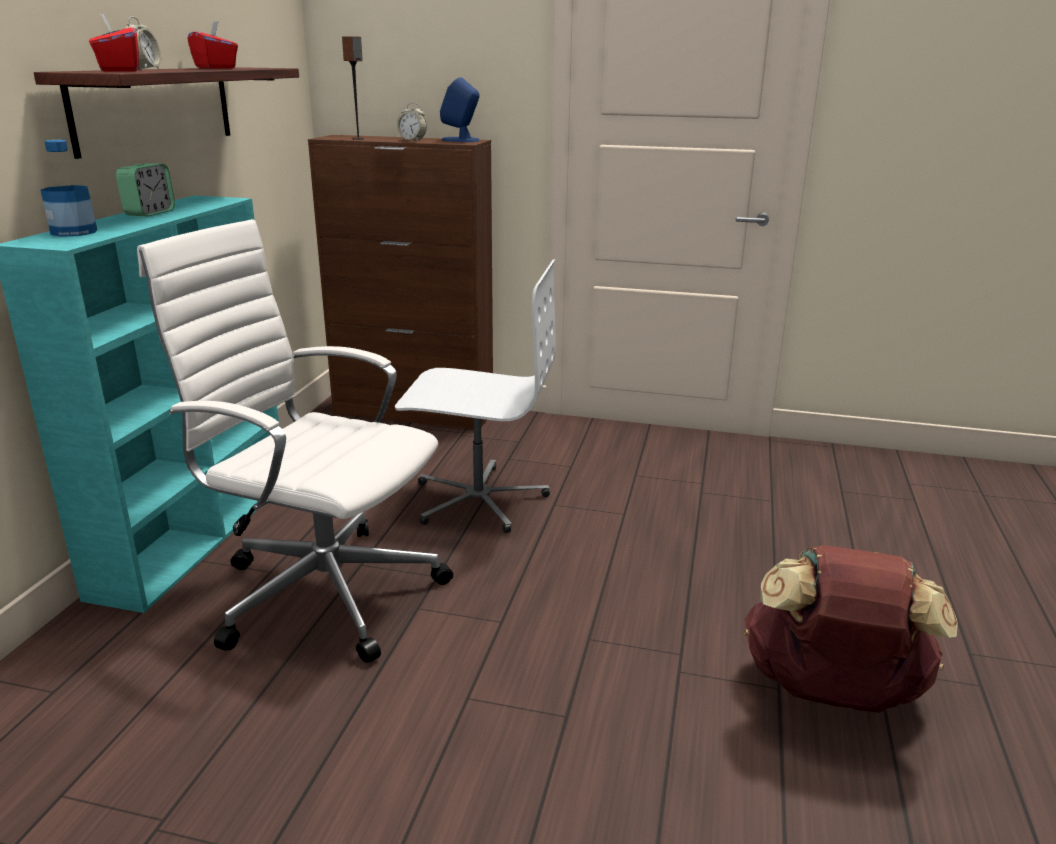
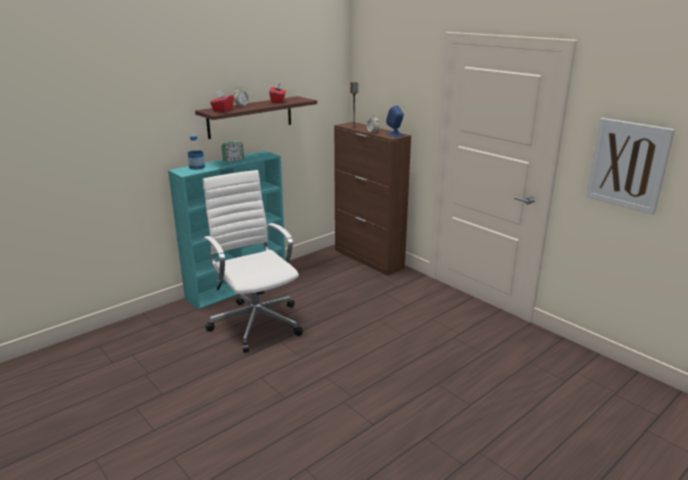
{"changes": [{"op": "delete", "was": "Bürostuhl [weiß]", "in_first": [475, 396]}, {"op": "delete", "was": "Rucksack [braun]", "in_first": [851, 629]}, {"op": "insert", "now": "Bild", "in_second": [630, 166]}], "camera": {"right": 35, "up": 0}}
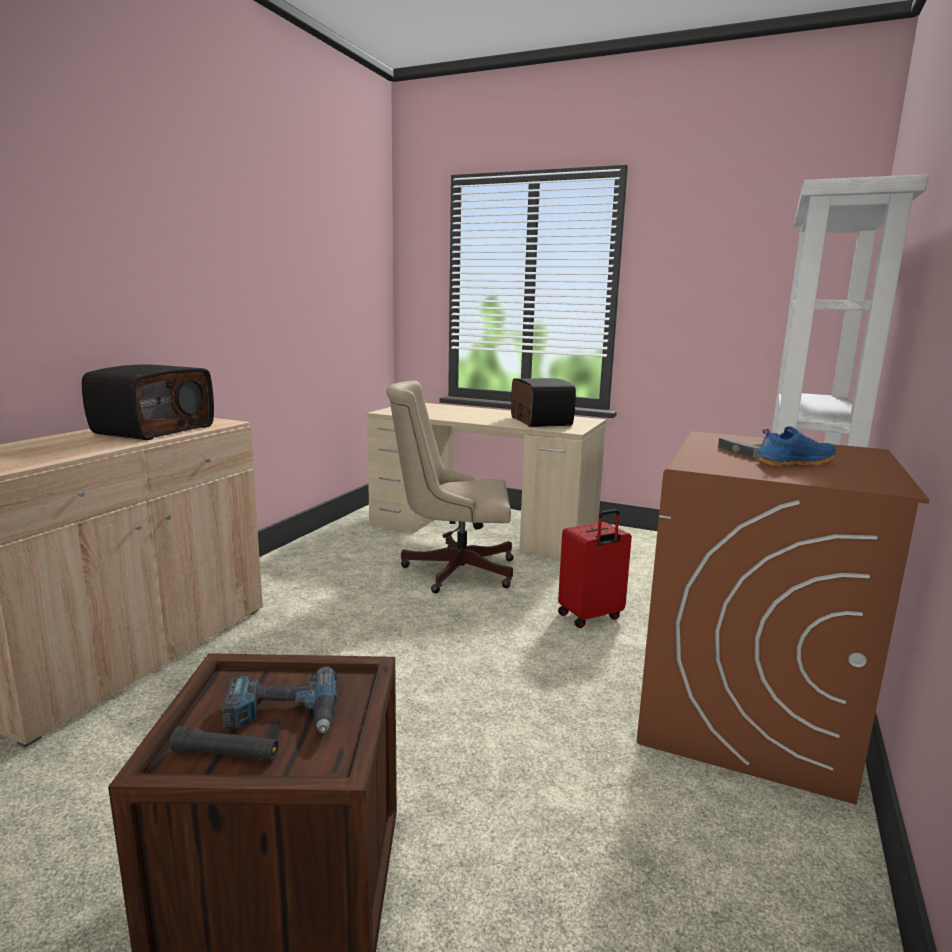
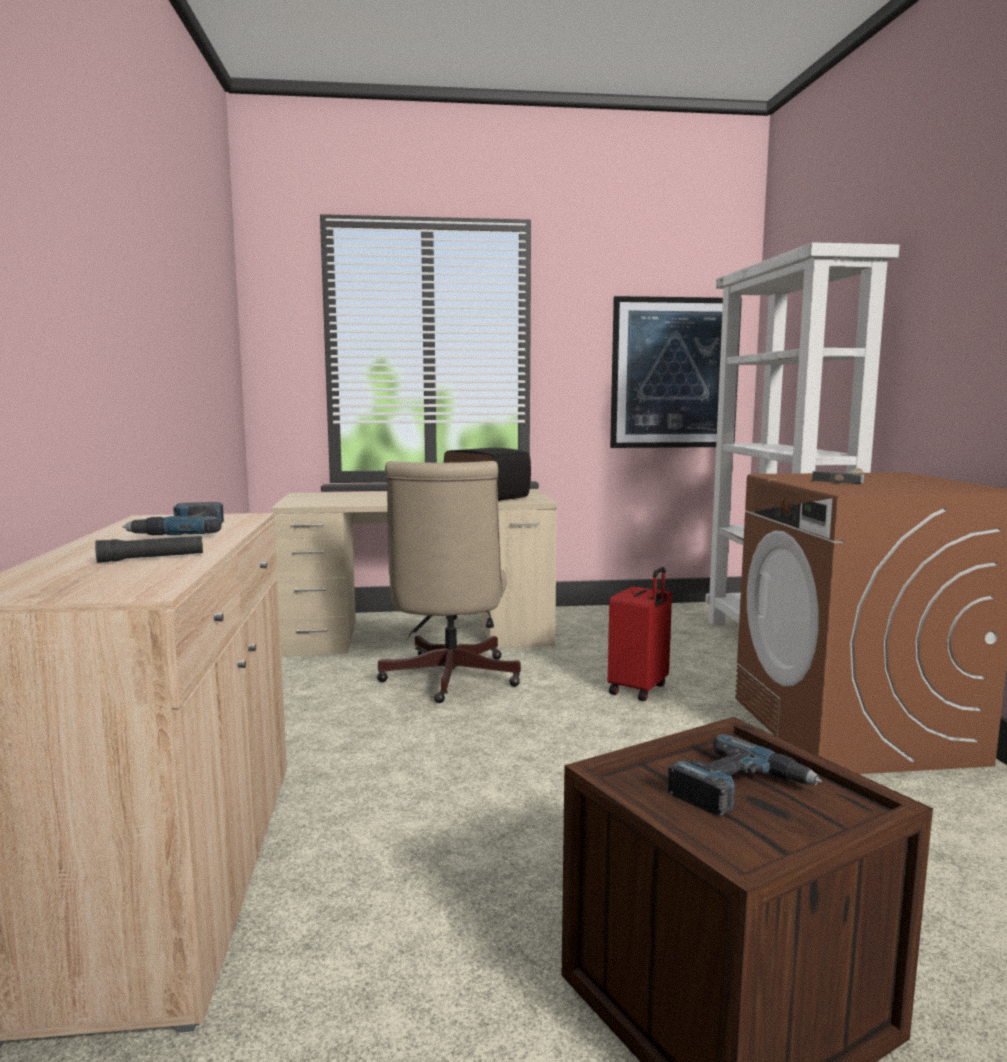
{"changes": [{"op": "replace", "was": "Radio", "now": "Bohrmaschine", "in_first": [148, 402], "in_second": [173, 518]}, {"op": "rotate", "was": "Bürostuhl [beige]", "in_first": [450, 486], "in_second": [449, 582], "clockwise": -60}, {"op": "delete", "was": "Schuh [blau]", "in_first": [796, 446]}, {"op": "move", "was": "Taschenlampe [schwarz]", "in_first": [224, 743], "in_second": [149, 549]}, {"op": "insert", "now": "Bild", "in_second": [676, 372]}], "camera": {"right": -30, "up": -5}}
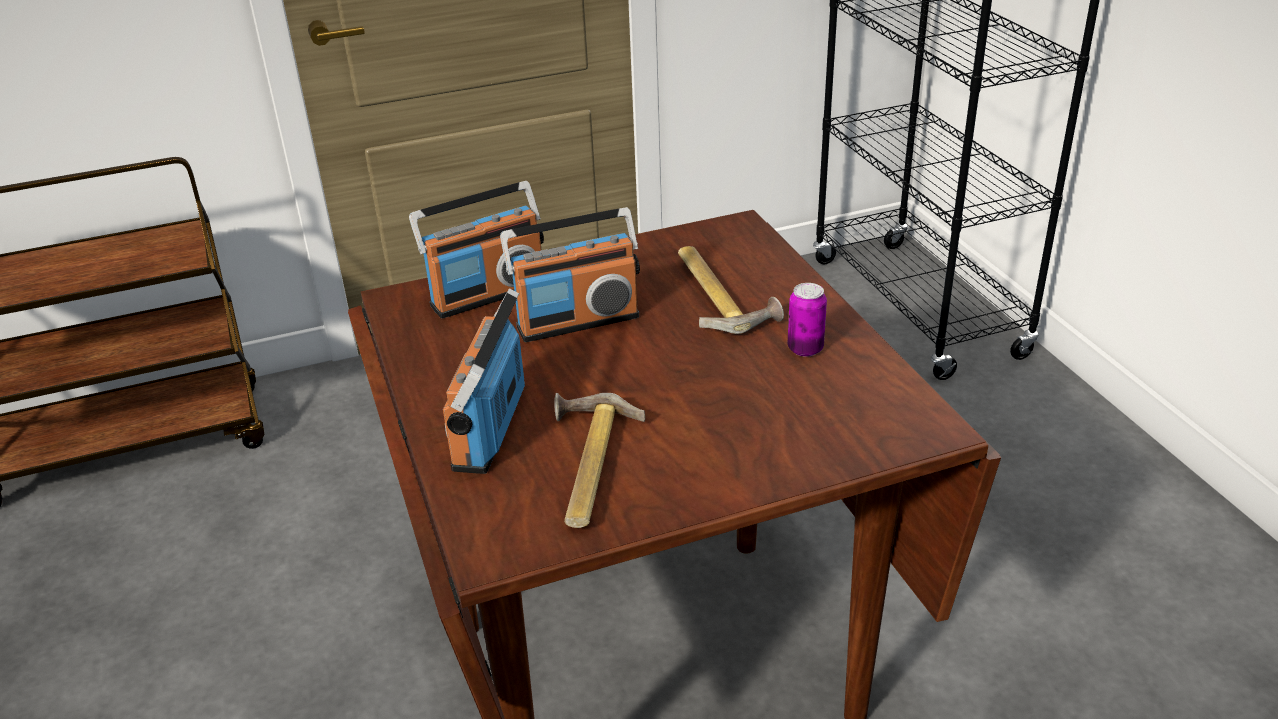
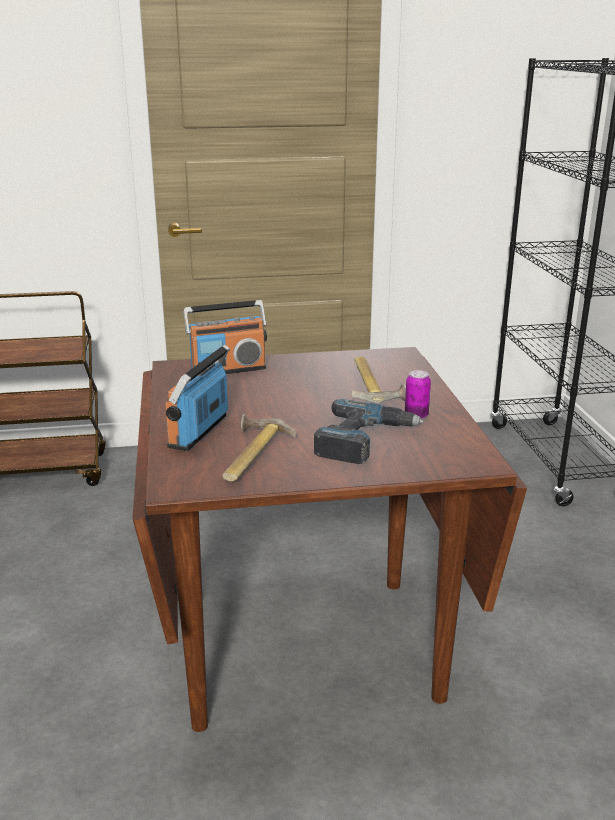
{"changes": [{"op": "delete", "was": "Radio", "in_first": [570, 274]}, {"op": "insert", "now": "Bohrmaschine", "in_second": [369, 431]}], "camera": {"right": 10, "up": -10}}
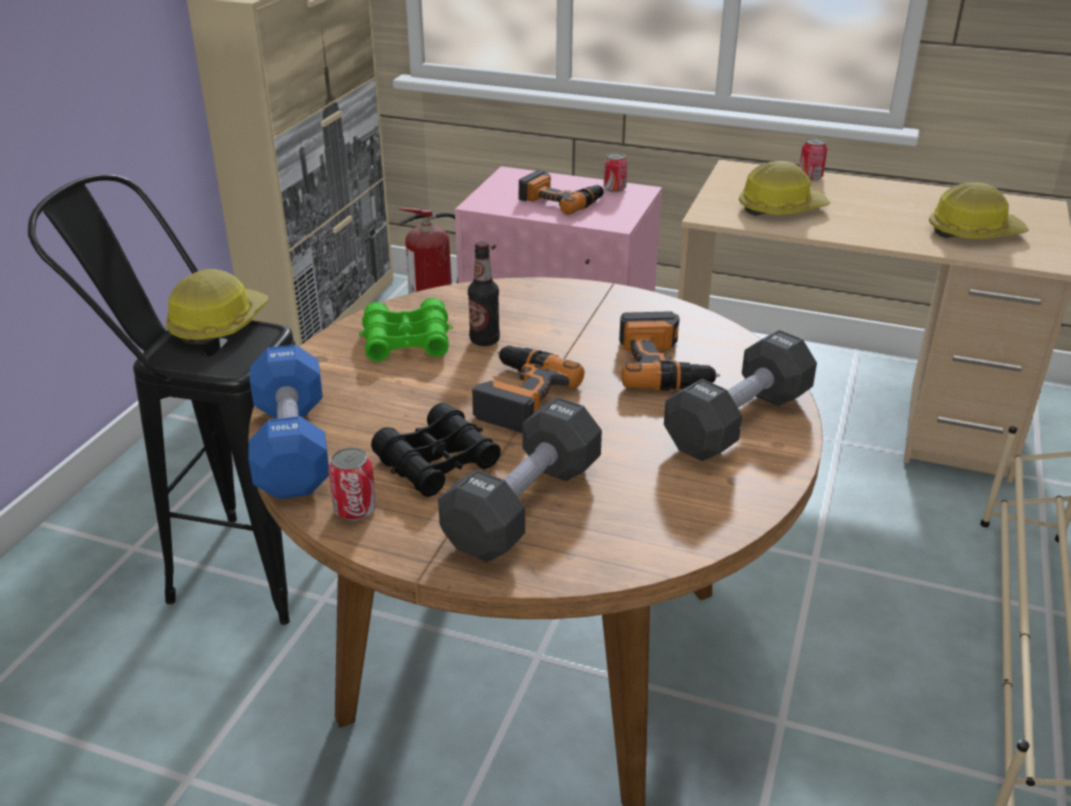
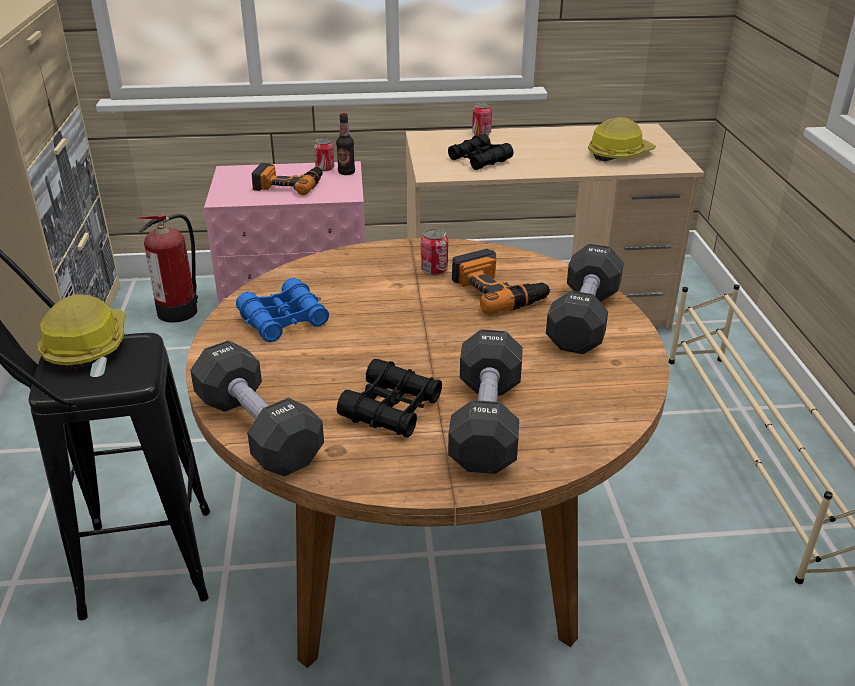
{"changes": [{"op": "replace", "was": "Schutzhelm", "now": "Fernglas [schwarz]", "in_first": [784, 188], "in_second": [480, 152]}, {"op": "move", "was": "Flasche", "in_first": [484, 293], "in_second": [345, 144]}, {"op": "recolor", "was": "Fernglas [grün]", "now": "Fernglas [blau]", "in_first": [406, 330], "in_second": [282, 310]}, {"op": "recolor", "was": "Hantel [blau]", "now": "Hantel [schwarz]", "in_first": [288, 422], "in_second": [257, 408]}, {"op": "delete", "was": "Bohrmaschine", "in_first": [528, 389]}, {"op": "move", "was": "Dose", "in_first": [352, 484], "in_second": [434, 252]}], "camera": {"right": -25, "up": 0}}
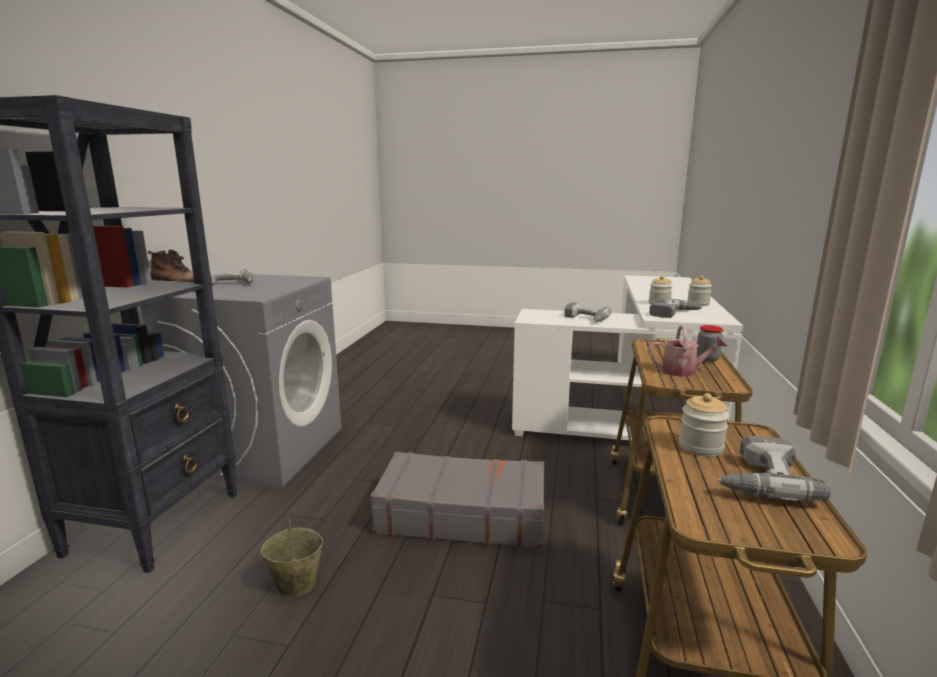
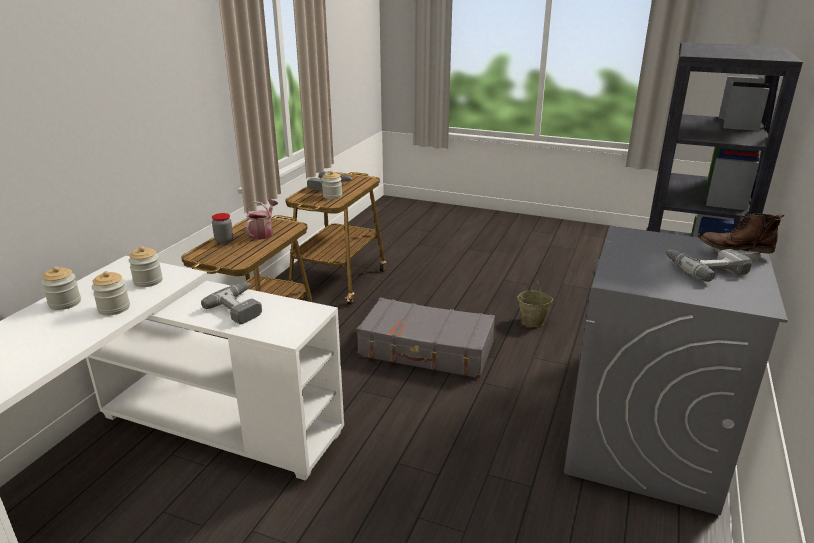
{"changes": [{"op": "replace", "was": "Bohrmaschine", "now": "Vorratsglas", "in_first": [675, 308], "in_second": [145, 266]}, {"op": "rotate", "was": "Gießkanne", "in_first": [688, 351], "in_second": [262, 220], "clockwise": 90}], "camera": {"right": -170, "up": 10}}
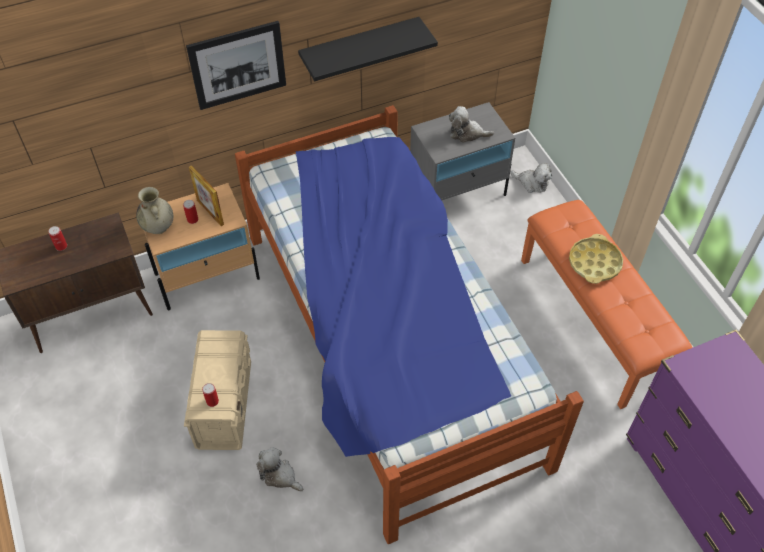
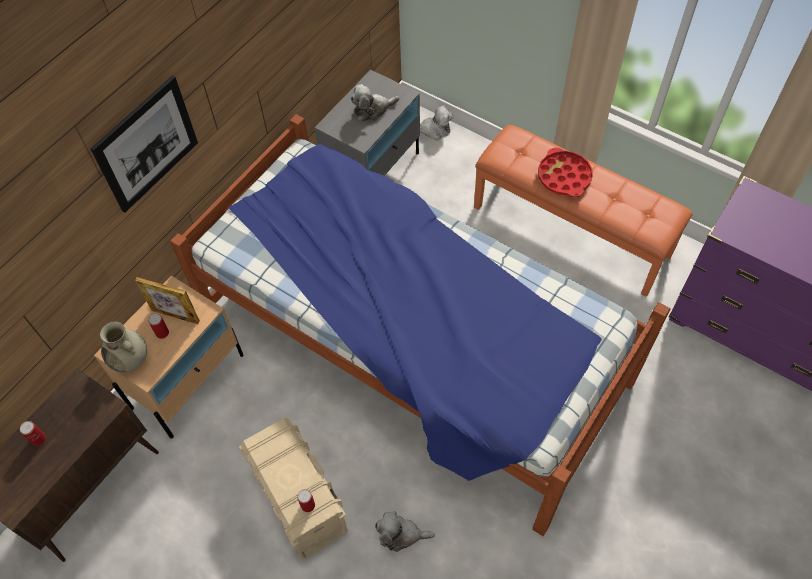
{"changes": [{"op": "delete", "was": "Wandregal [schwarz]", "in_first": [368, 49]}, {"op": "recolor", "was": "Tablett [gelb]", "now": "Tablett [rot]", "in_first": [596, 259], "in_second": [565, 172]}], "camera": {"right": -30, "up": 5}}
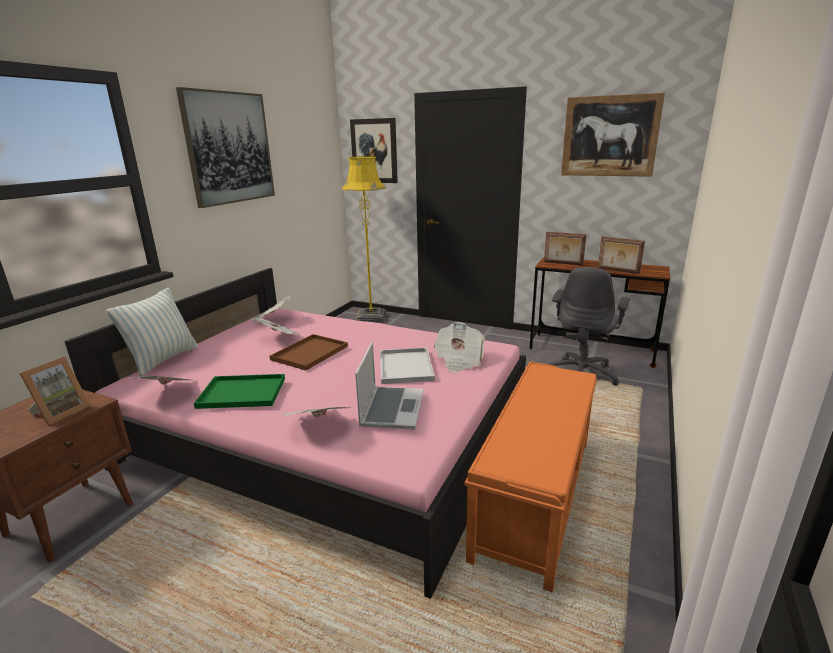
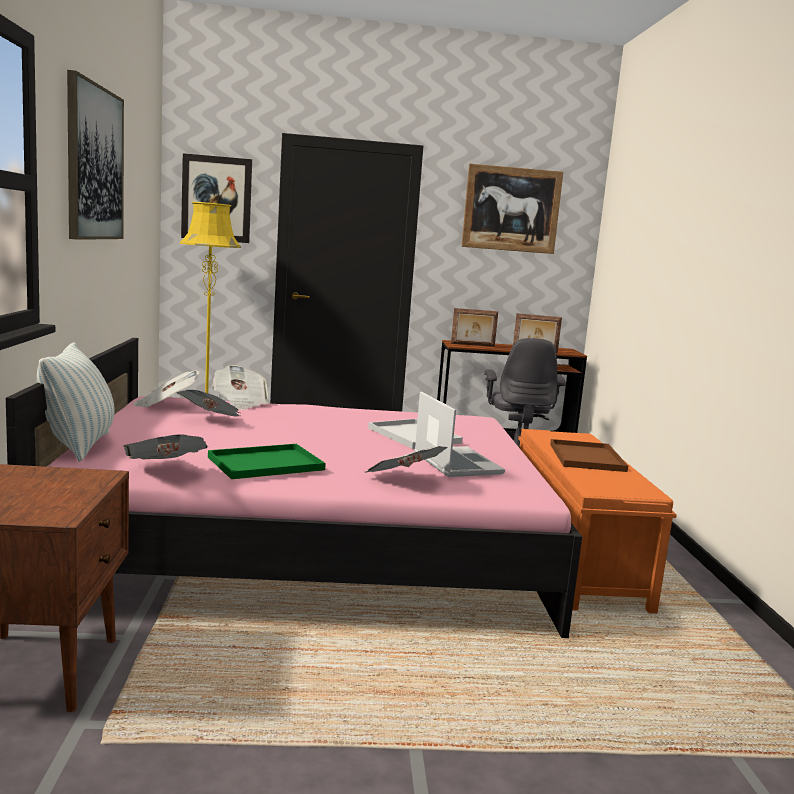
{"changes": [{"op": "move", "was": "Zeitung", "in_first": [459, 347], "in_second": [240, 387]}, {"op": "move", "was": "Tablett [braun]", "in_first": [309, 352], "in_second": [589, 455]}, {"op": "delete", "was": "Bilderrahmen", "in_first": [54, 390]}], "camera": {"right": -30, "up": -10}}
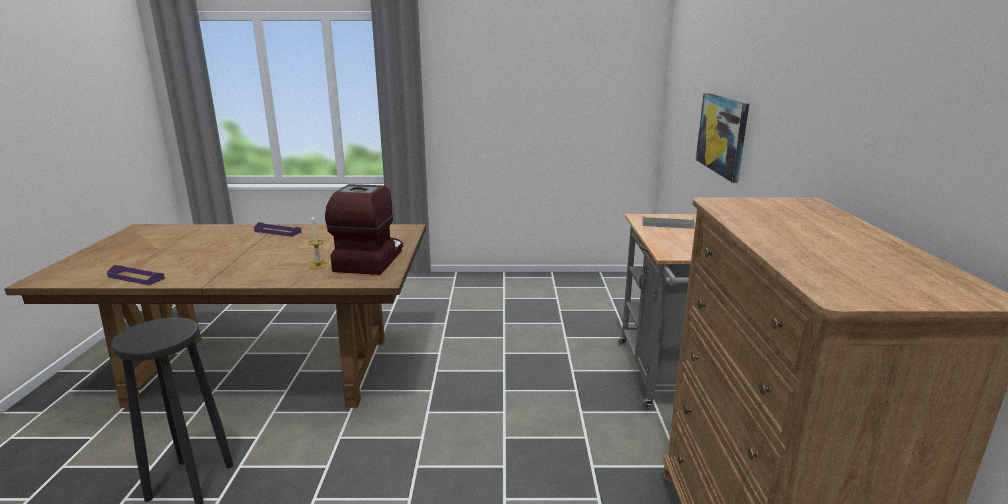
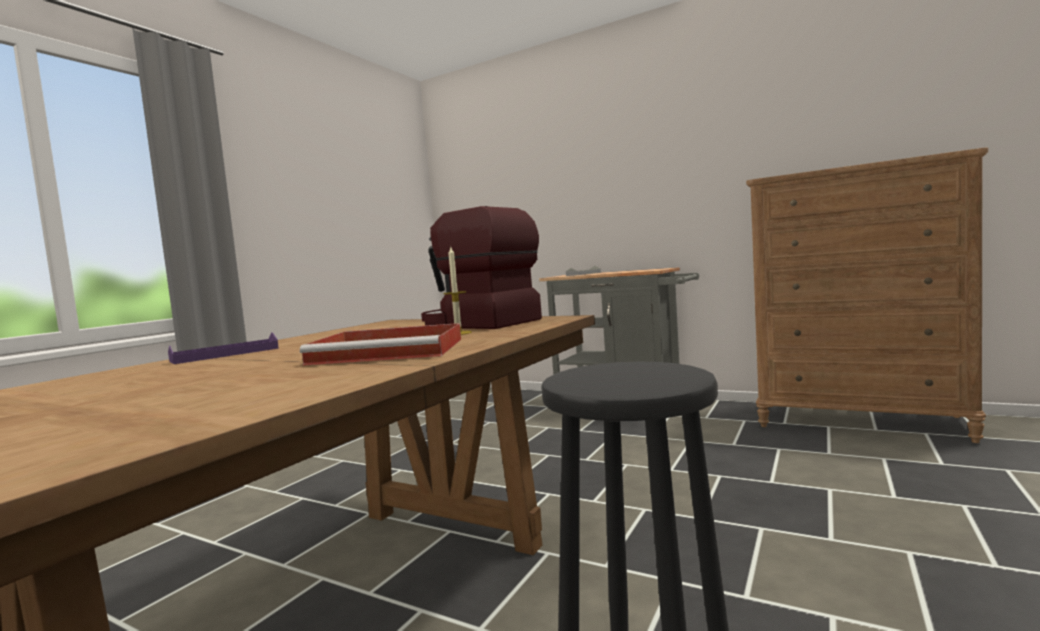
{"changes": [{"op": "delete", "was": "Bild", "in_first": [722, 138]}, {"op": "delete", "was": "Tablett [lila]", "in_first": [136, 275]}, {"op": "insert", "now": "Tablett [rot]", "in_second": [380, 344]}], "camera": {"right": -60, "up": -15}}
